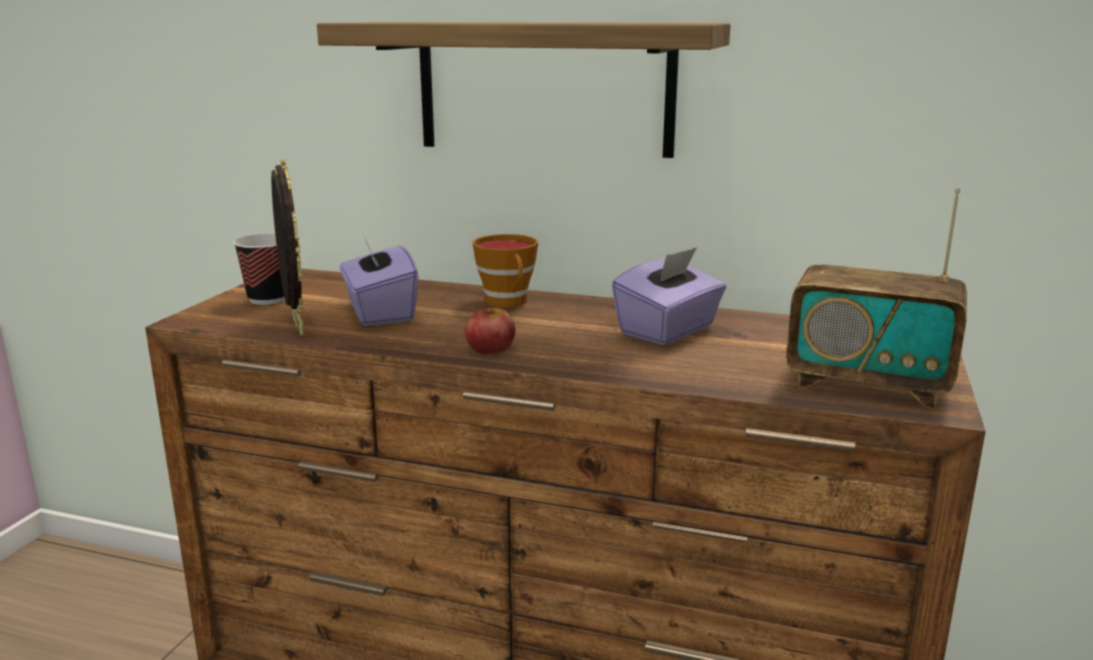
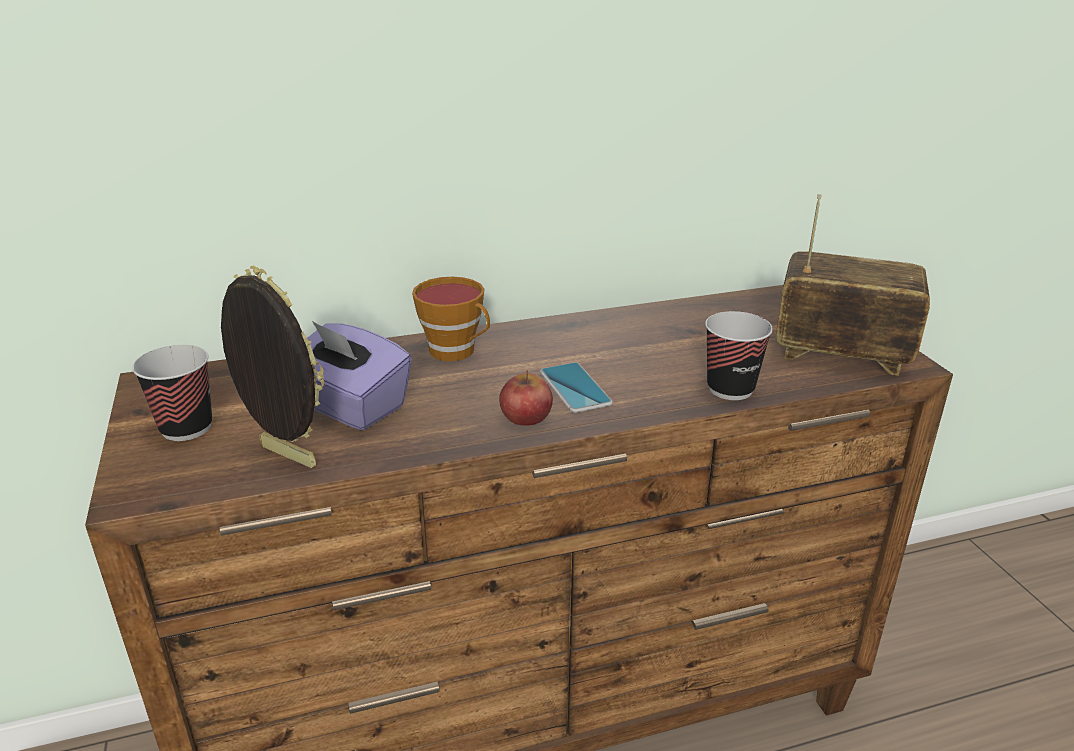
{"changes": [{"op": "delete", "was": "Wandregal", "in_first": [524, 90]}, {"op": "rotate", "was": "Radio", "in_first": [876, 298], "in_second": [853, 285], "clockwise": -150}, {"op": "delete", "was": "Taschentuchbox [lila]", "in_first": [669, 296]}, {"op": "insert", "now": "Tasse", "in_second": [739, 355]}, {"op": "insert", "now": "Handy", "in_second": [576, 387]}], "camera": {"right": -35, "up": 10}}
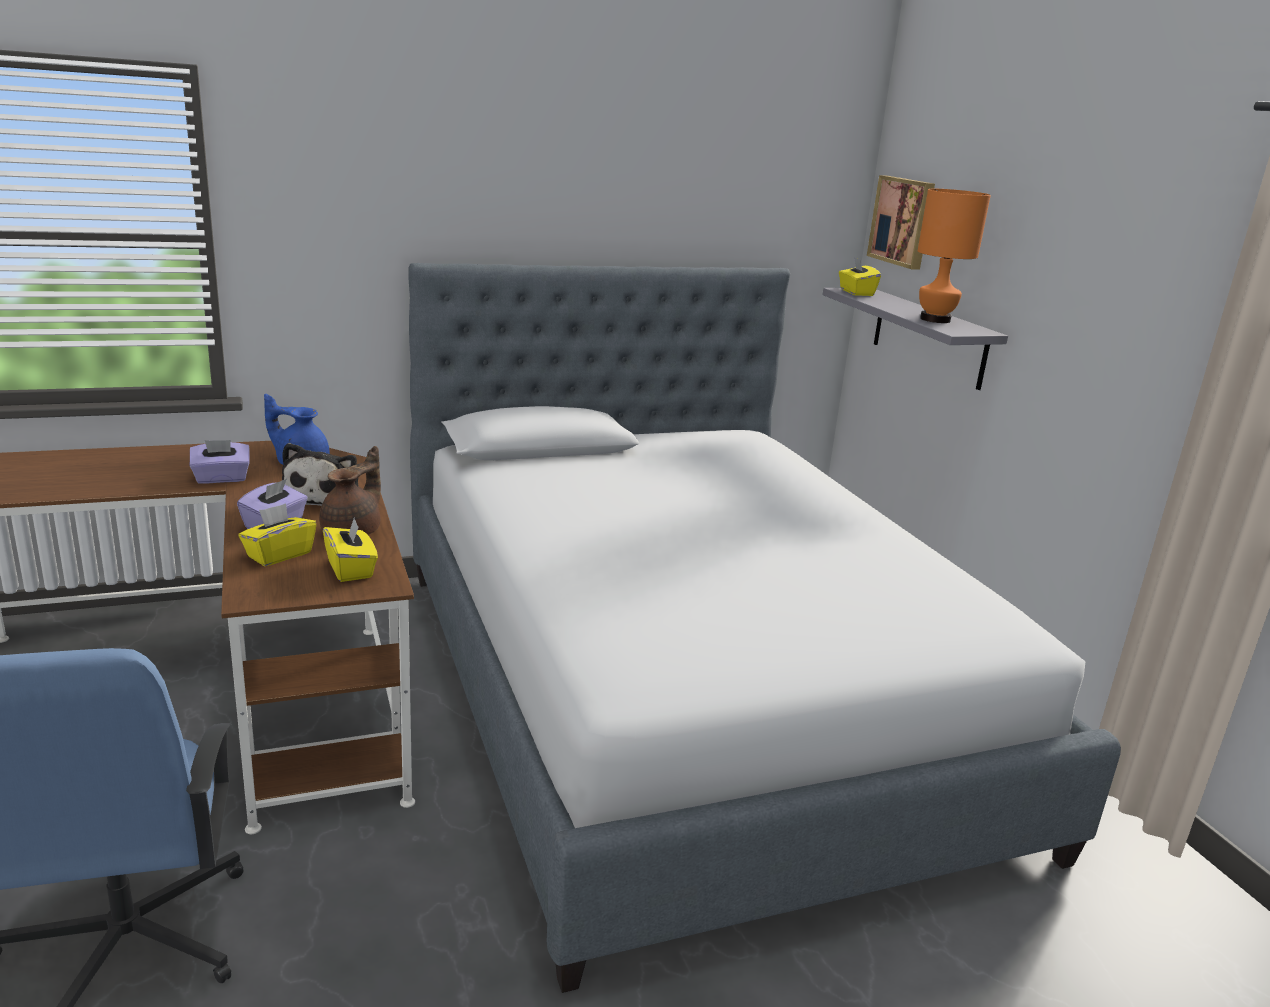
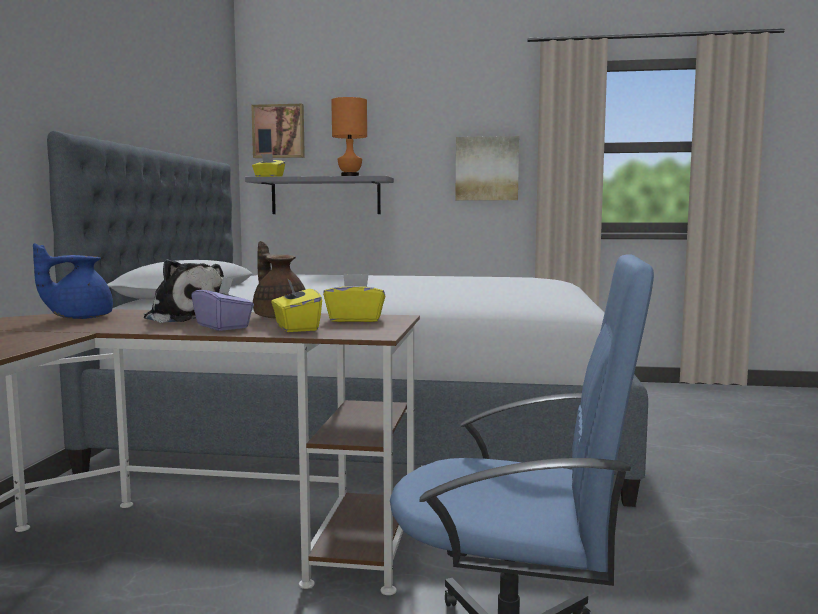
{"changes": [{"op": "delete", "was": "Taschentuchbox [lila]", "in_first": [219, 462]}, {"op": "insert", "now": "Bild", "in_second": [487, 168]}], "camera": {"right": -60, "up": -15}}
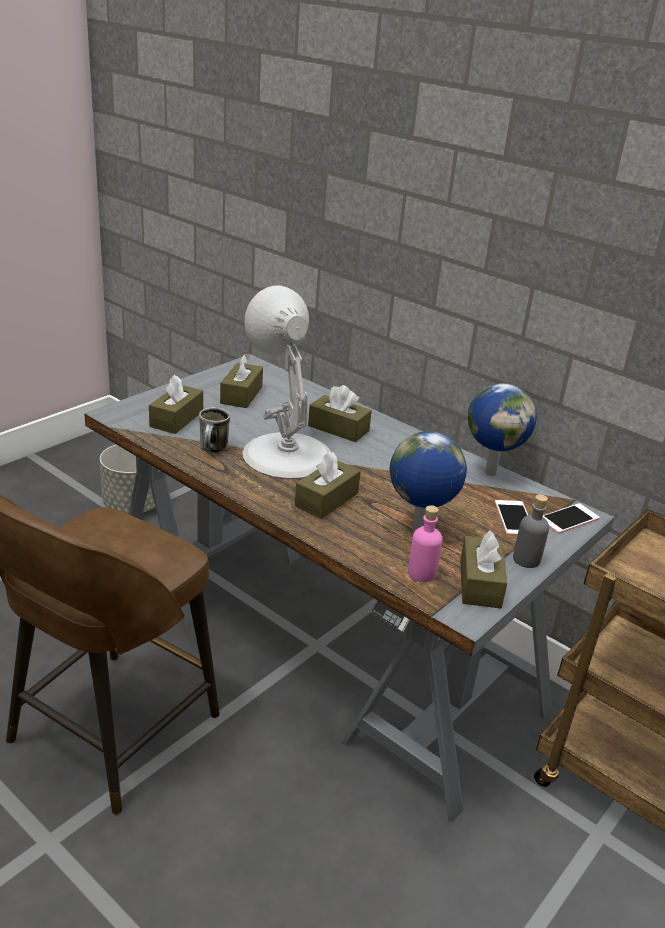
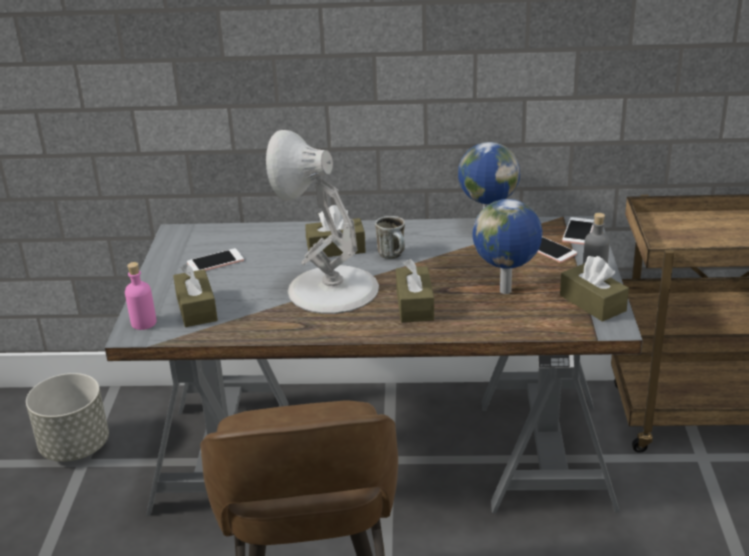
{"changes": [{"op": "replace", "was": "Taschentuchbox [braun]", "now": "Handy", "in_first": [241, 381], "in_second": [215, 259]}, {"op": "move", "was": "Henkelbecher", "in_first": [214, 429], "in_second": [390, 237]}, {"op": "move", "was": "Flasche [rosa]", "in_first": [425, 543], "in_second": [141, 296]}], "camera": {"right": -35, "up": 0}}
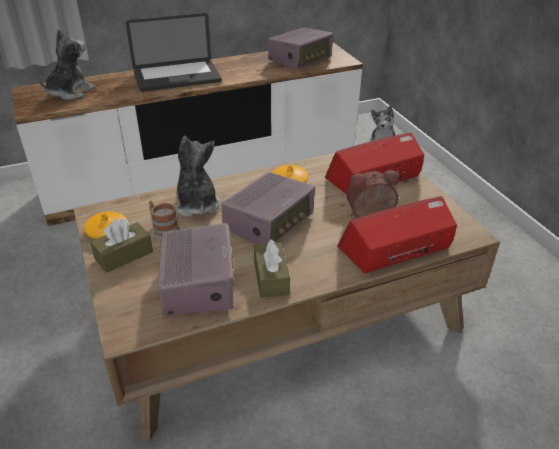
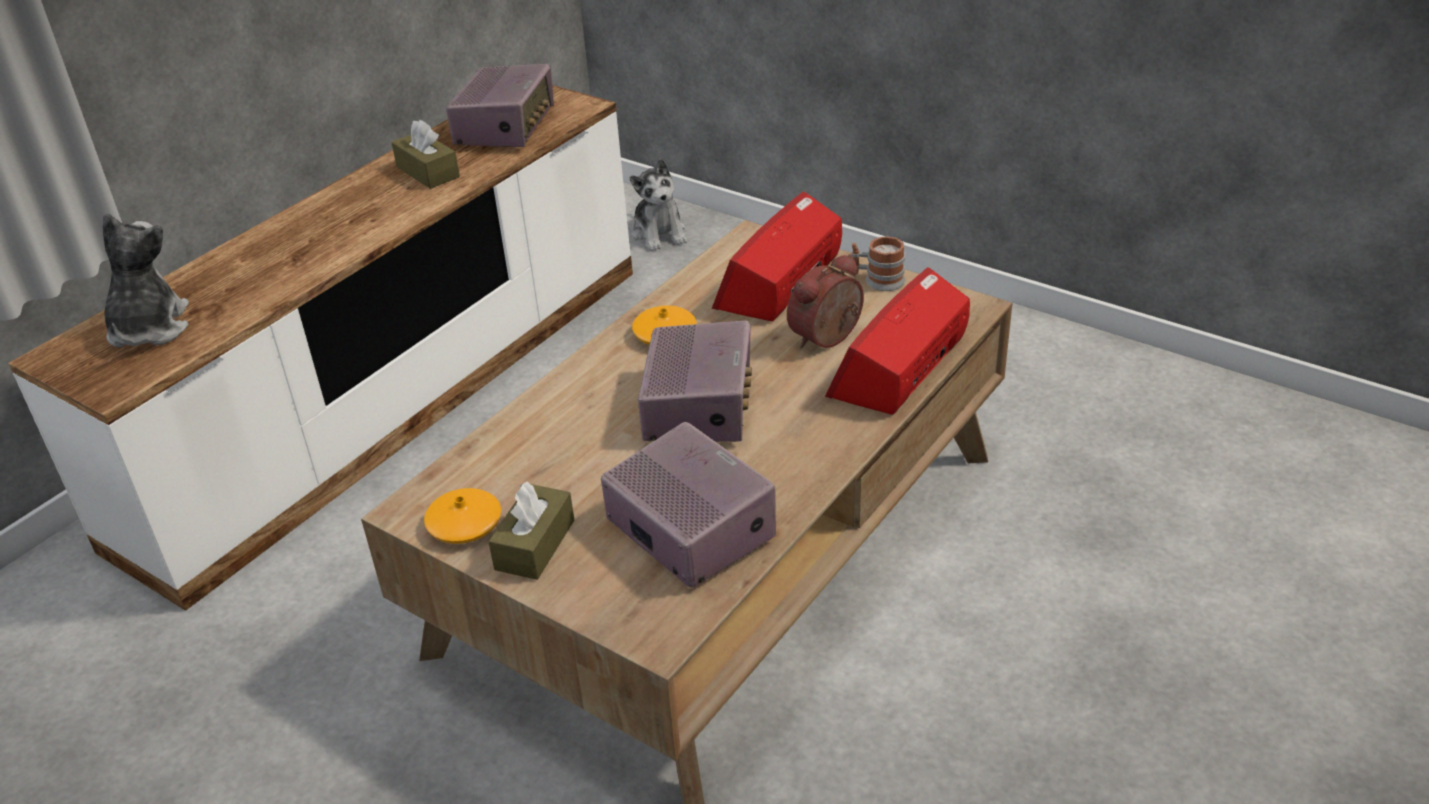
{"changes": [{"op": "delete", "was": "Laptop", "in_first": [174, 52]}, {"op": "delete", "was": "Plüschtier", "in_first": [197, 176]}, {"op": "move", "was": "Henkelbecher", "in_first": [164, 221], "in_second": [878, 263]}, {"op": "move", "was": "Taschentuchbox [braun]", "in_first": [272, 268], "in_second": [425, 154]}], "camera": {"right": -30, "up": 0}}
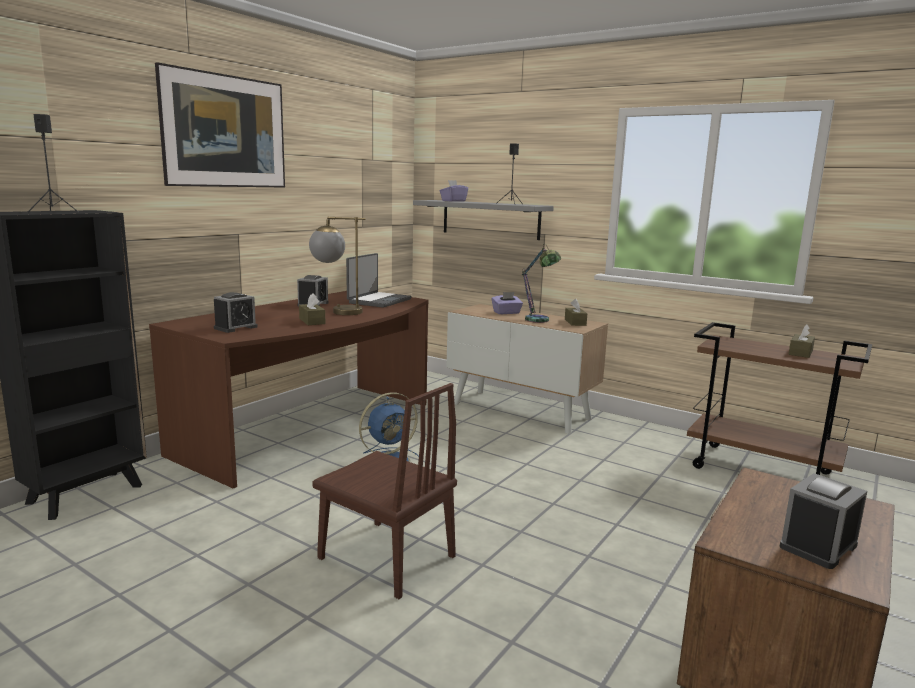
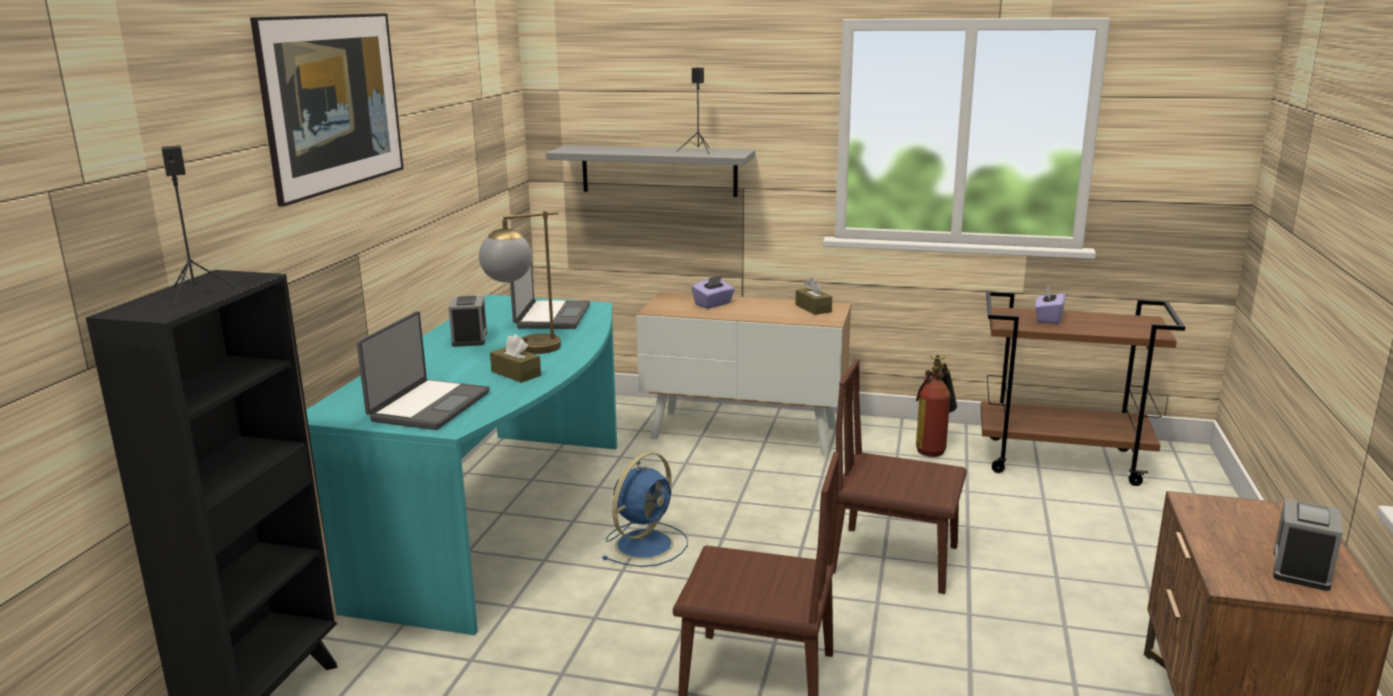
{"changes": [{"op": "move", "was": "Taschentuchbox [lila]", "in_first": [454, 191], "in_second": [1050, 304]}, {"op": "delete", "was": "Tischlampe", "in_first": [541, 283]}, {"op": "recolor", "was": "Schreibtisch [braun]", "now": "Schreibtisch [türkis]", "in_first": [289, 390], "in_second": [461, 465]}, {"op": "replace", "was": "Wecker", "now": "Laptop", "in_first": [236, 312], "in_second": [423, 370]}, {"op": "delete", "was": "Taschentuchbox [braun]", "in_first": [801, 341]}, {"op": "insert", "now": "Feuerlöscher", "in_second": [936, 405]}, {"op": "insert", "now": "Stuhl [braun]", "in_second": [899, 476]}], "camera": {"right": -20, "up": 5}}
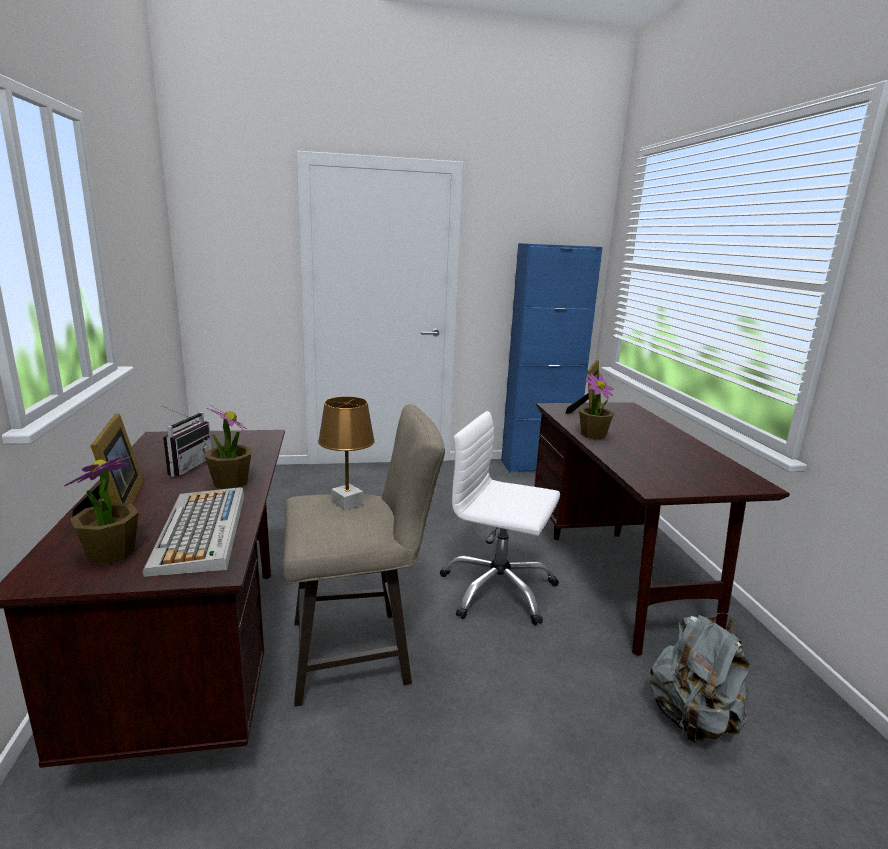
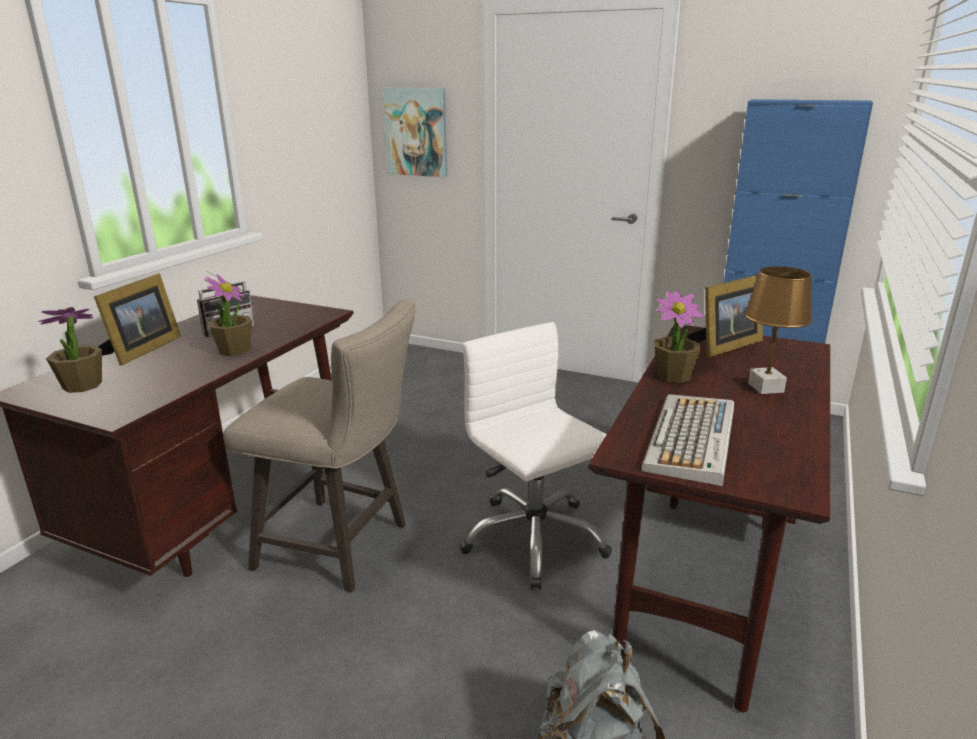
{"changes": [{"op": "move", "was": "Tischlampe [braun]", "in_first": [346, 453], "in_second": [778, 330]}, {"op": "move", "was": "Tastatur", "in_first": [193, 532], "in_second": [688, 440]}, {"op": "insert", "now": "Bild", "in_second": [415, 132]}], "camera": {"right": 35, "up": 5}}
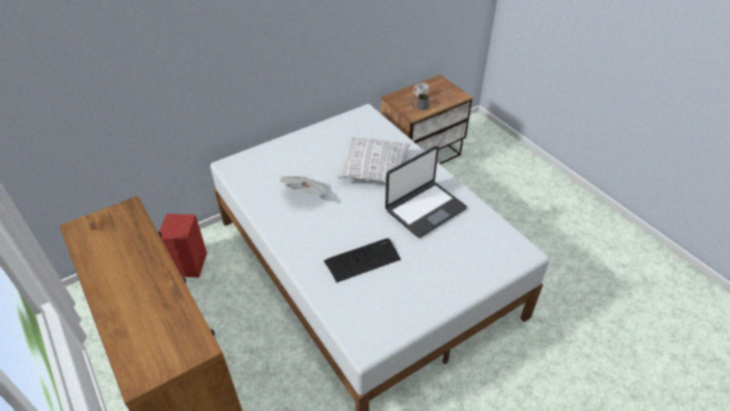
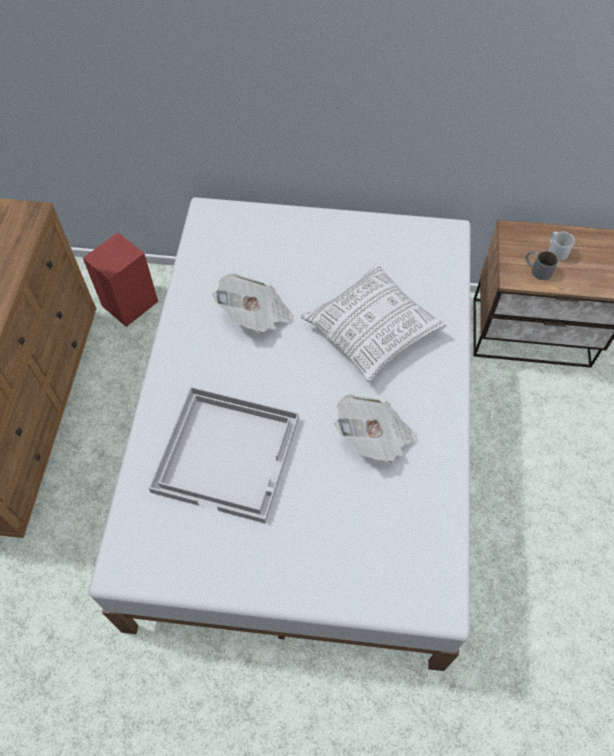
{"changes": [{"op": "replace", "was": "Laptop", "now": "Zeitung", "in_first": [426, 192], "in_second": [376, 429]}, {"op": "replace", "was": "Tastatur", "now": "Tablett [weiß]", "in_first": [362, 260], "in_second": [224, 455]}], "camera": {"right": 40, "up": 15}}
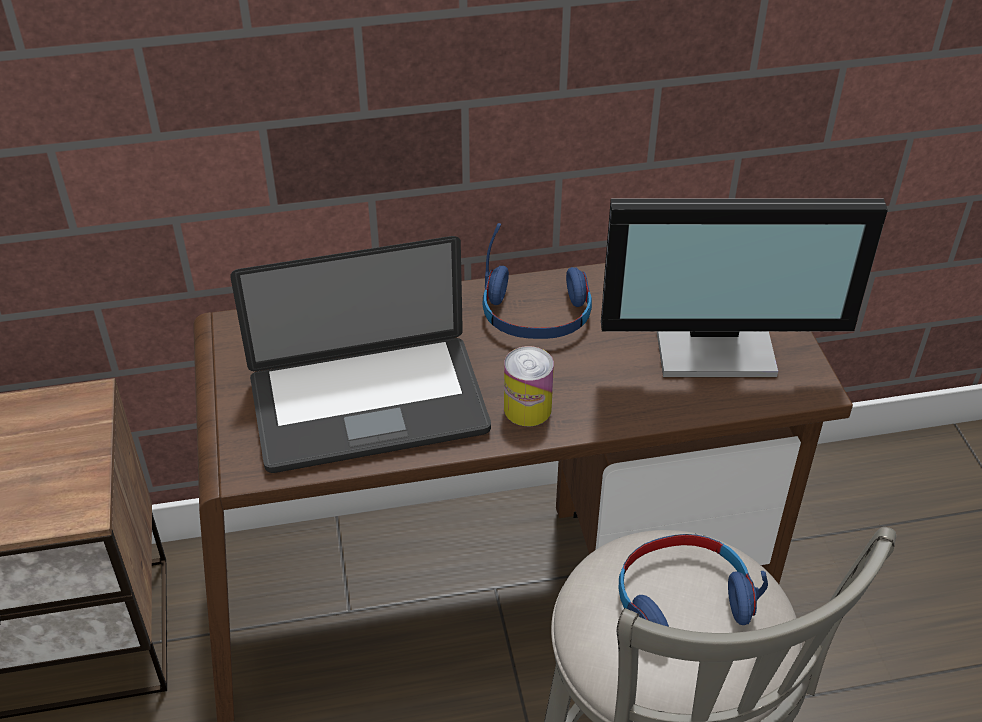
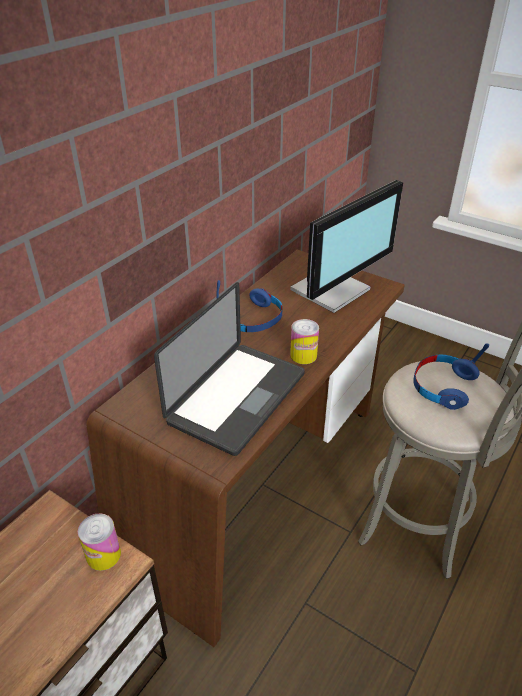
{"changes": [{"op": "insert", "now": "Dose", "in_second": [99, 542]}], "camera": {"right": -45, "up": -5}}
